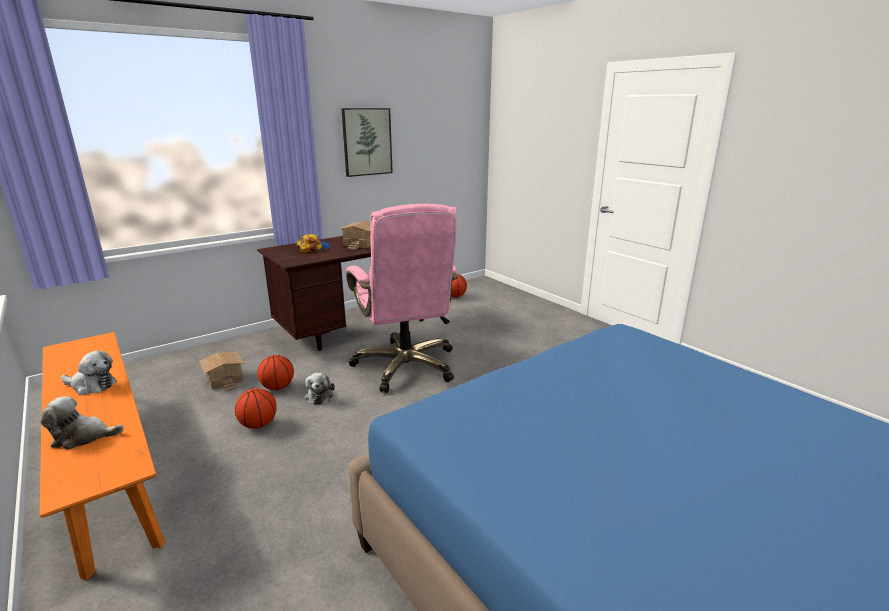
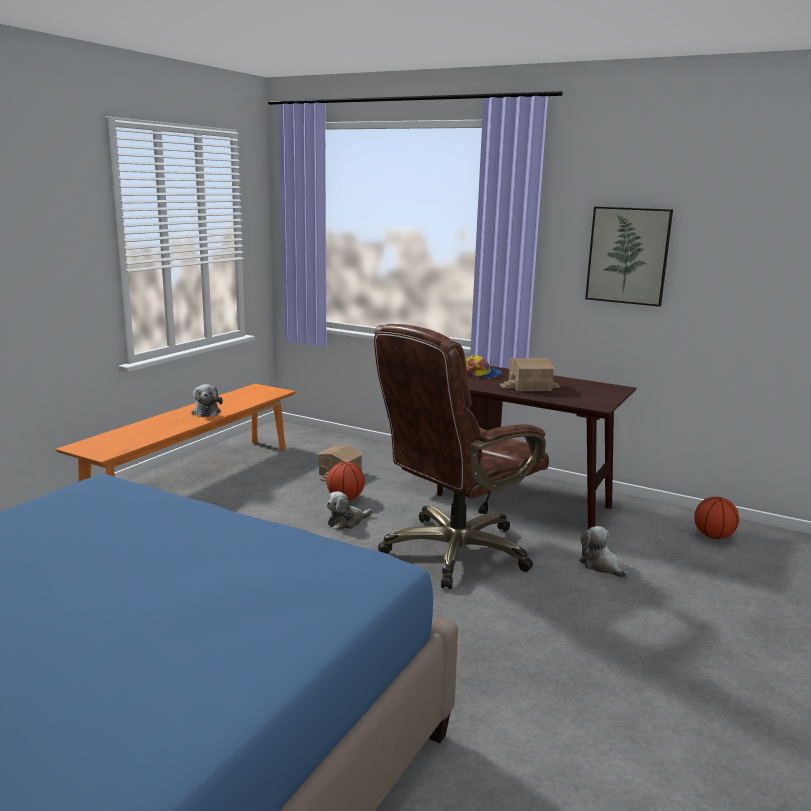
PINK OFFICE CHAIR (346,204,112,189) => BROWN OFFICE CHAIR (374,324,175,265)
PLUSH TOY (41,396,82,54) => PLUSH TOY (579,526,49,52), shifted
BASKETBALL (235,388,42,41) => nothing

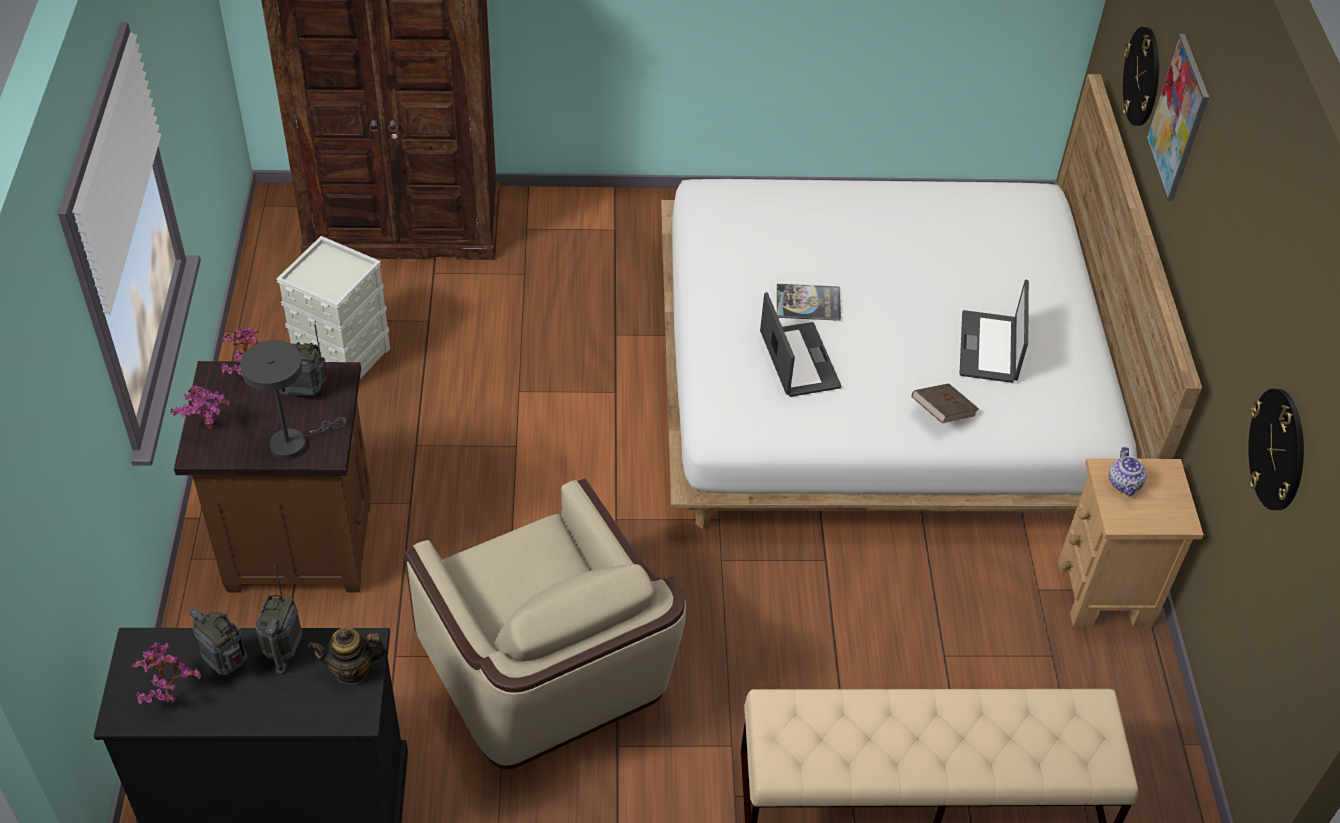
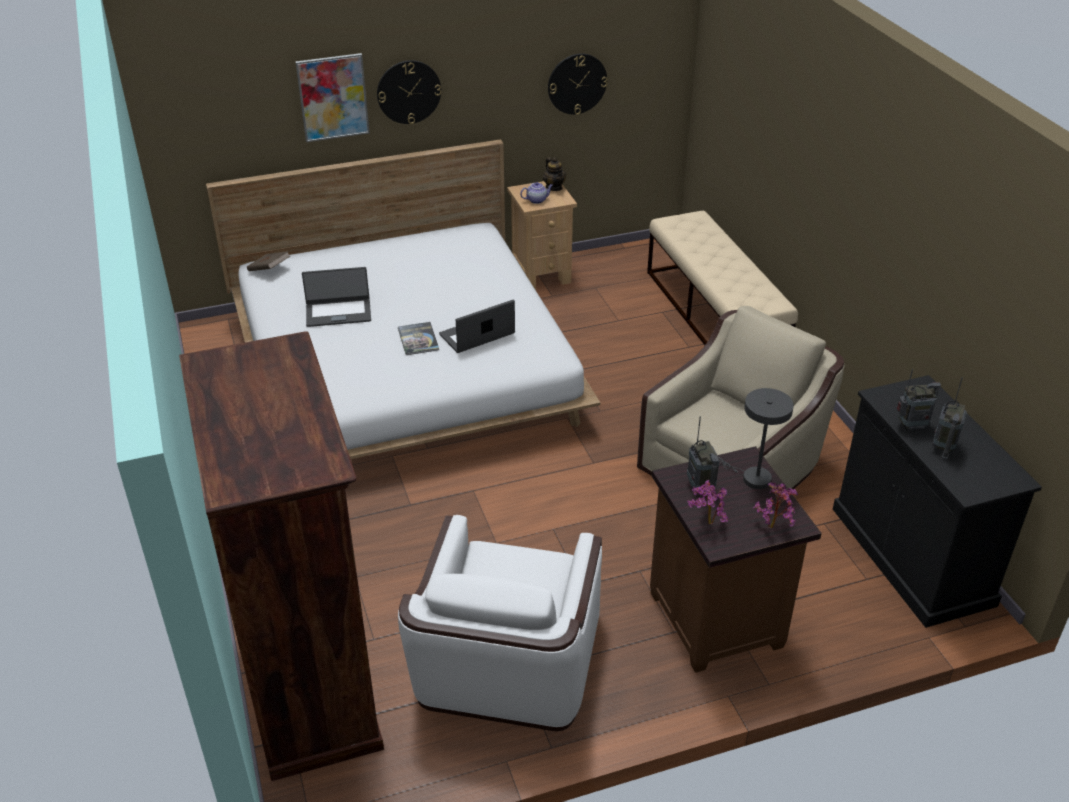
BROWN BOOK (912,383,67,40) => BROWN BOOK (247,251,43,20), shifted
LAPTOP (959,279,70,104) => LAPTOP (302,267,69,60), shifted
WALL CLOCK (1123,27,36,99) => WALL CLOCK (377,60,64,64), shifted
GREY STORAGE BOX (276,236,114,143) => WHITE ARMCHAIR (398,515,204,216)
TEAPOT (308,627,80,57) => TEAPOT (543,157,23,34), shifted
POTTED PLANT (132,643,69,61) => nothing

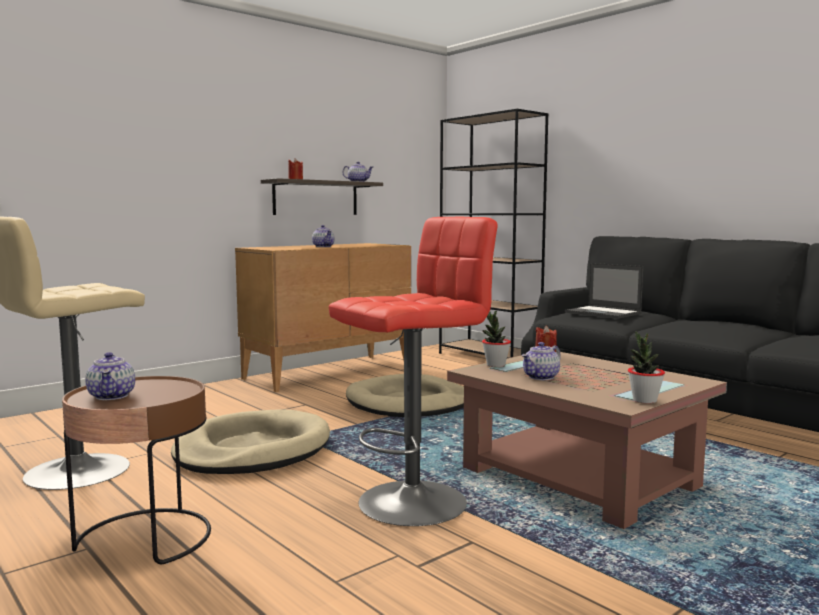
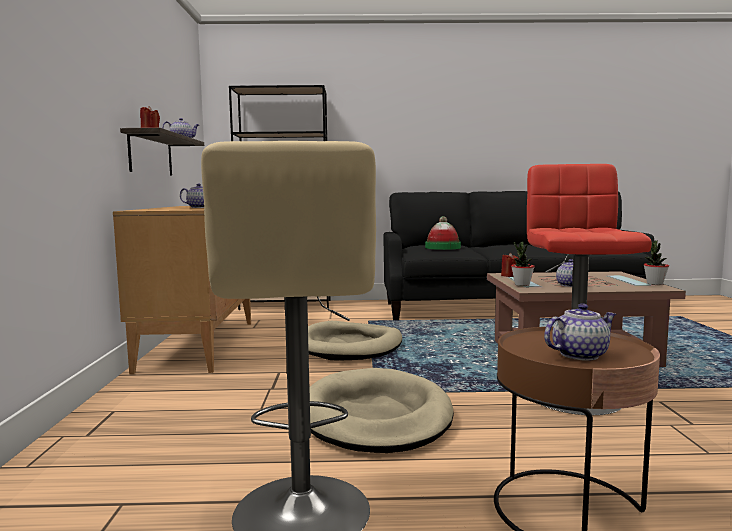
LAPTOP (565,263,78,56) => HAT (425,216,36,34)
TEAPOT (85,352,50,48) => TEAPOT (544,303,72,58), 45 degrees counterclockwise

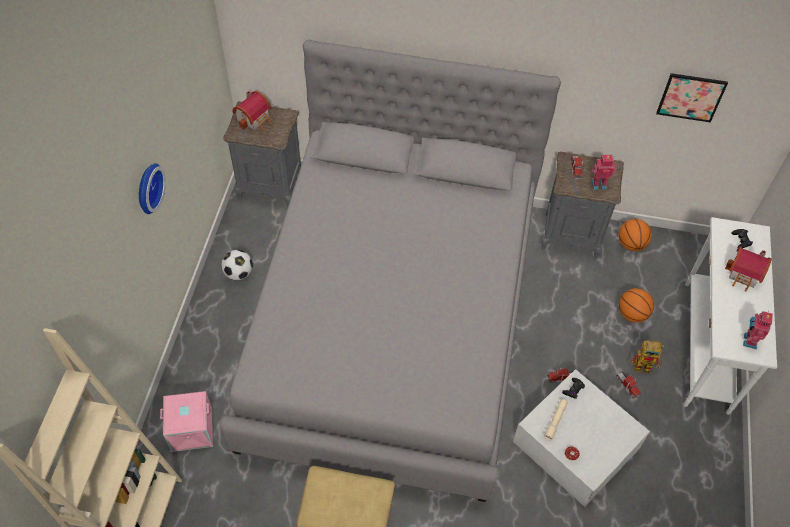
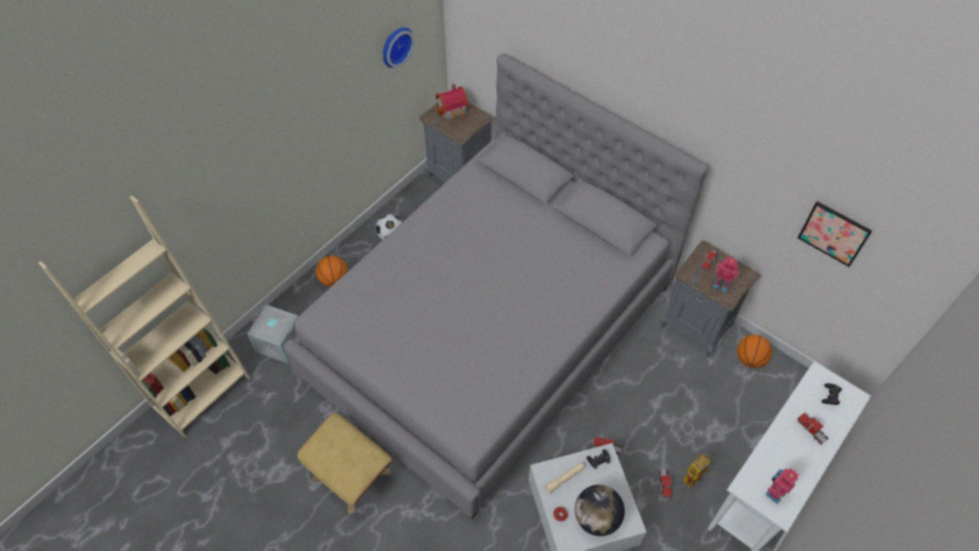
PINK STORAGE BOX (160,391,53,61) => GREY STORAGE BOX (247,304,52,60)
BASKETBALL (619,288,35,35) => BASKETBALL (316,256,32,31), shifted
WALL CLOCK (139,163,27,51) => WALL CLOCK (383,27,32,41), shifted
nothing => GLOBE (575,485,50,51)
TOY ROBOT (631,340,33,33) => TOY ROBOT (683,454,28,34), 75 degrees counterclockwise
TOY HOUSE (725,246,47,45) => TOY TRUCK (797,413,31,32)

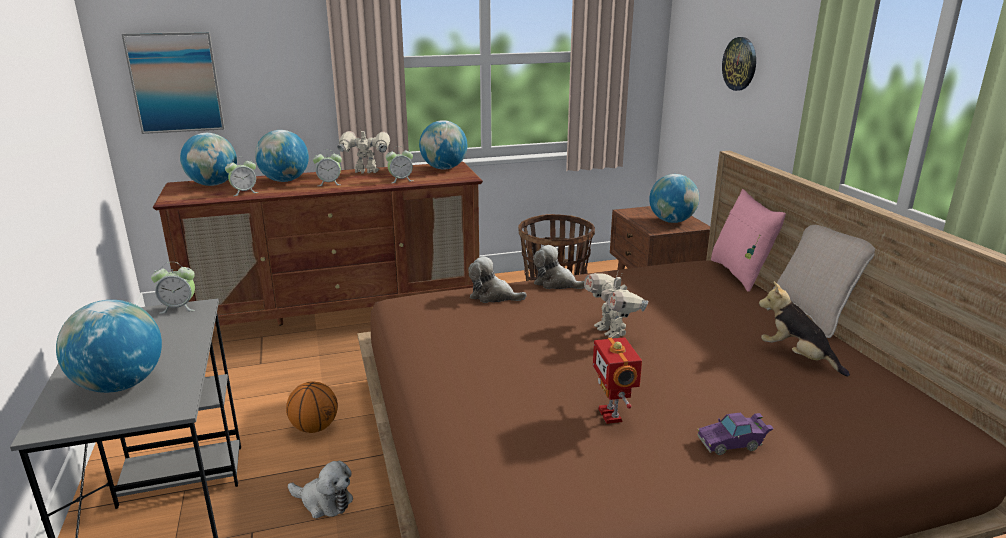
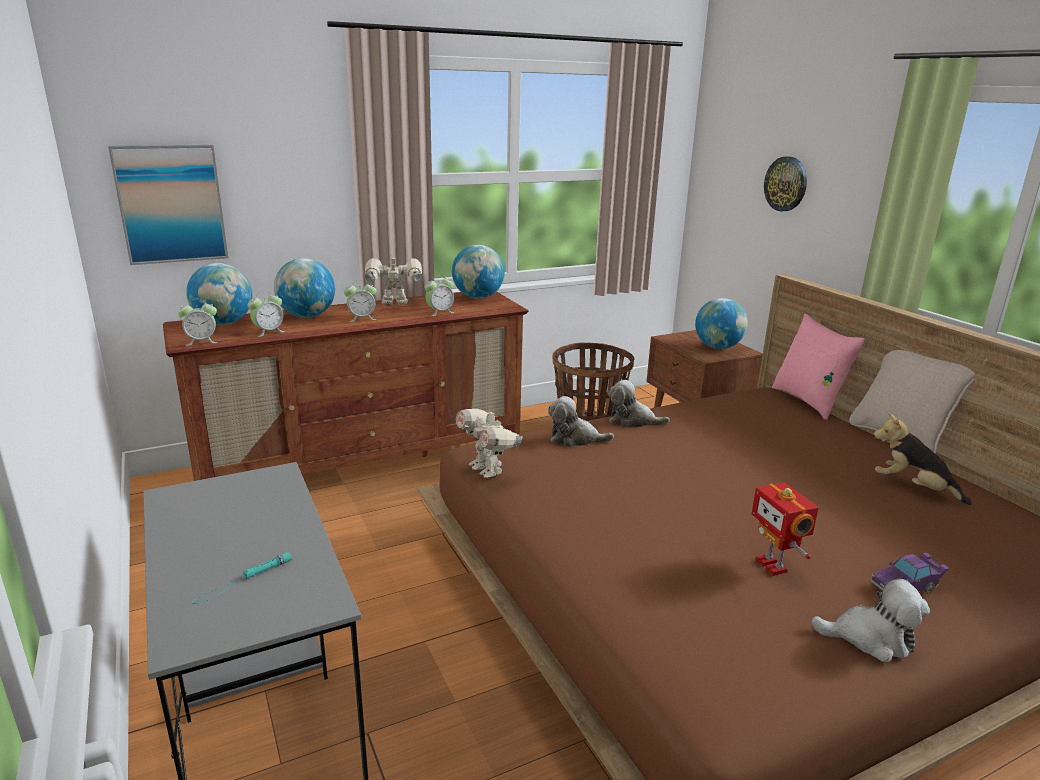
ALARM CLOCK (151,262,44,52) => ALARM CLOCK (178,299,40,47), shifted
GLOBE (56,300,106,93) => TURQUOISE FLASHLIGHT (192,552,100,52)
TOY ROBOT (584,270,64,68) => TOY ROBOT (456,405,67,73), shifted
PLUSH TOY (288,461,65,57) => PLUSH TOY (811,579,119,83), shifted
BASKETBALL (286,381,52,52) => nothing

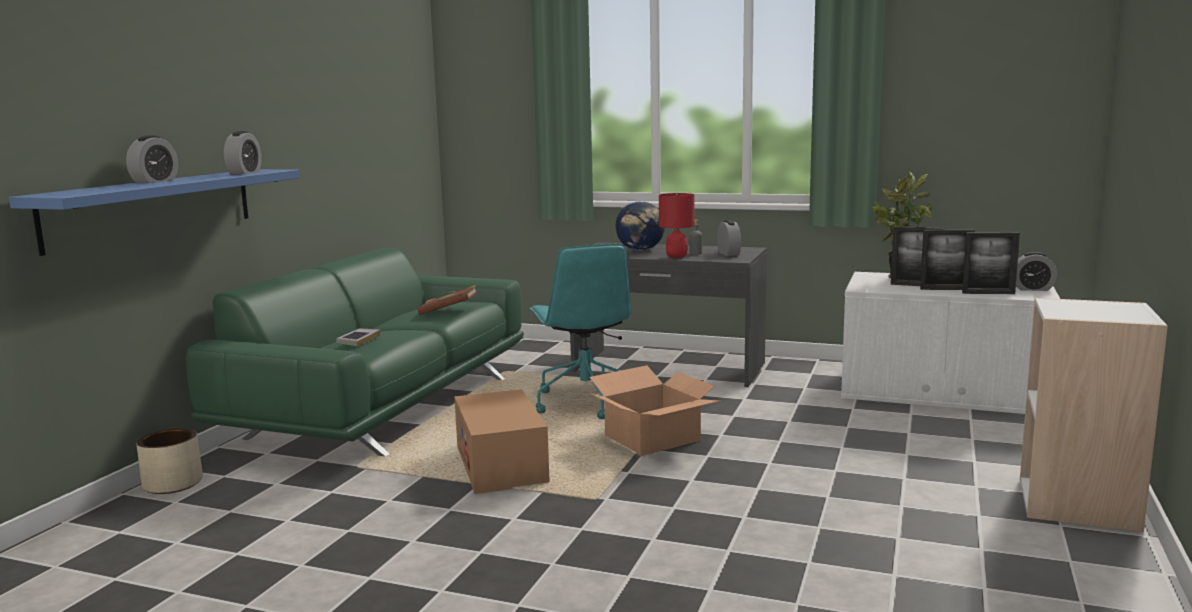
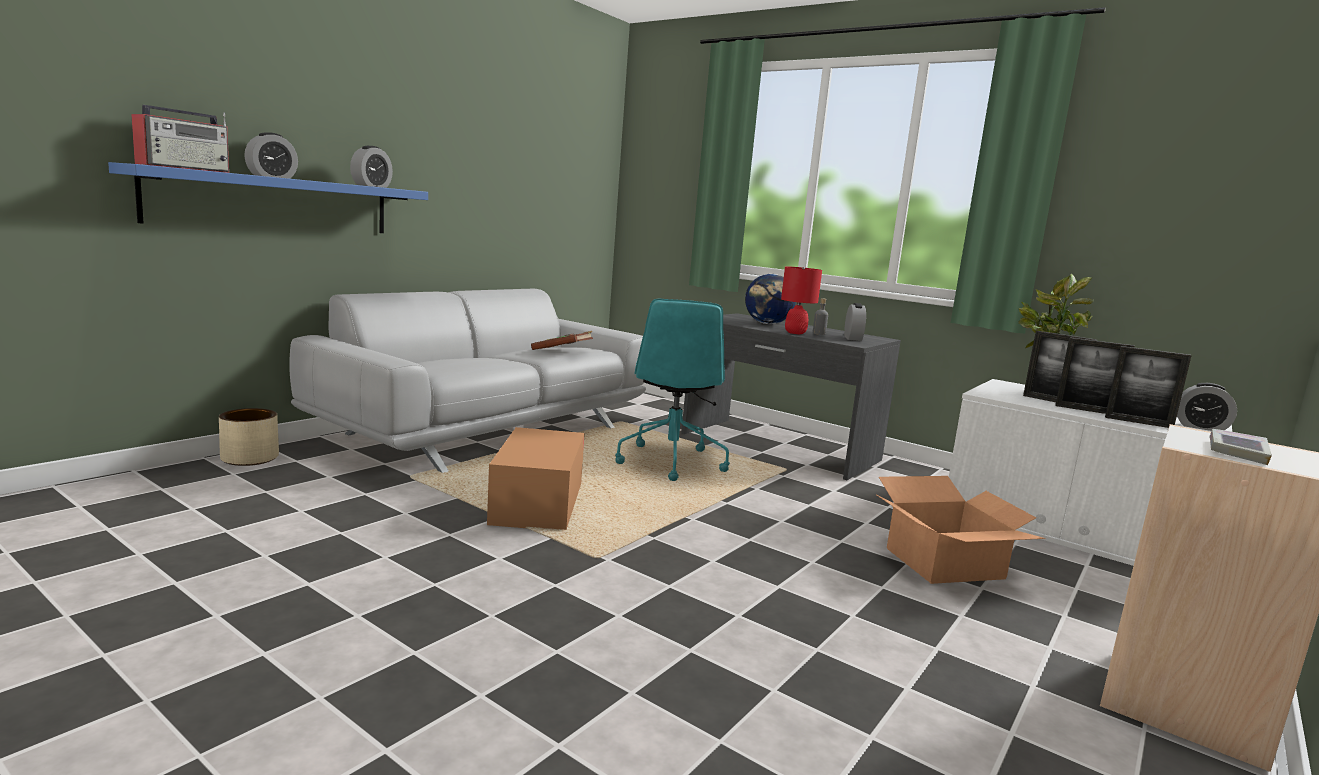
nothing => RADIO (131,105,98,68)
GREEN SOFA (186,247,338,210) => GREY SOFA (289,289,357,184)
CARDBOARD BOX (588,365,131,91) => CARDBOARD BOX (877,476,169,108), shifted
BOOK (336,329,44,17) => BOOK (1210,429,62,36), shifted

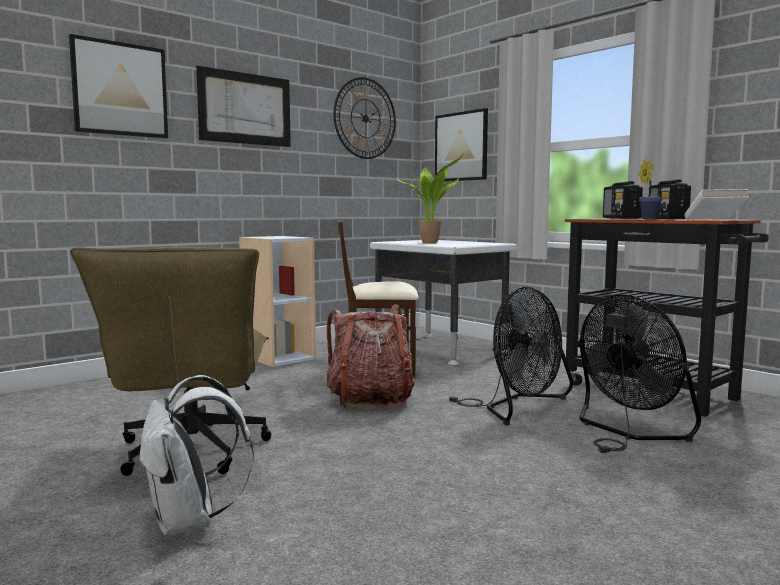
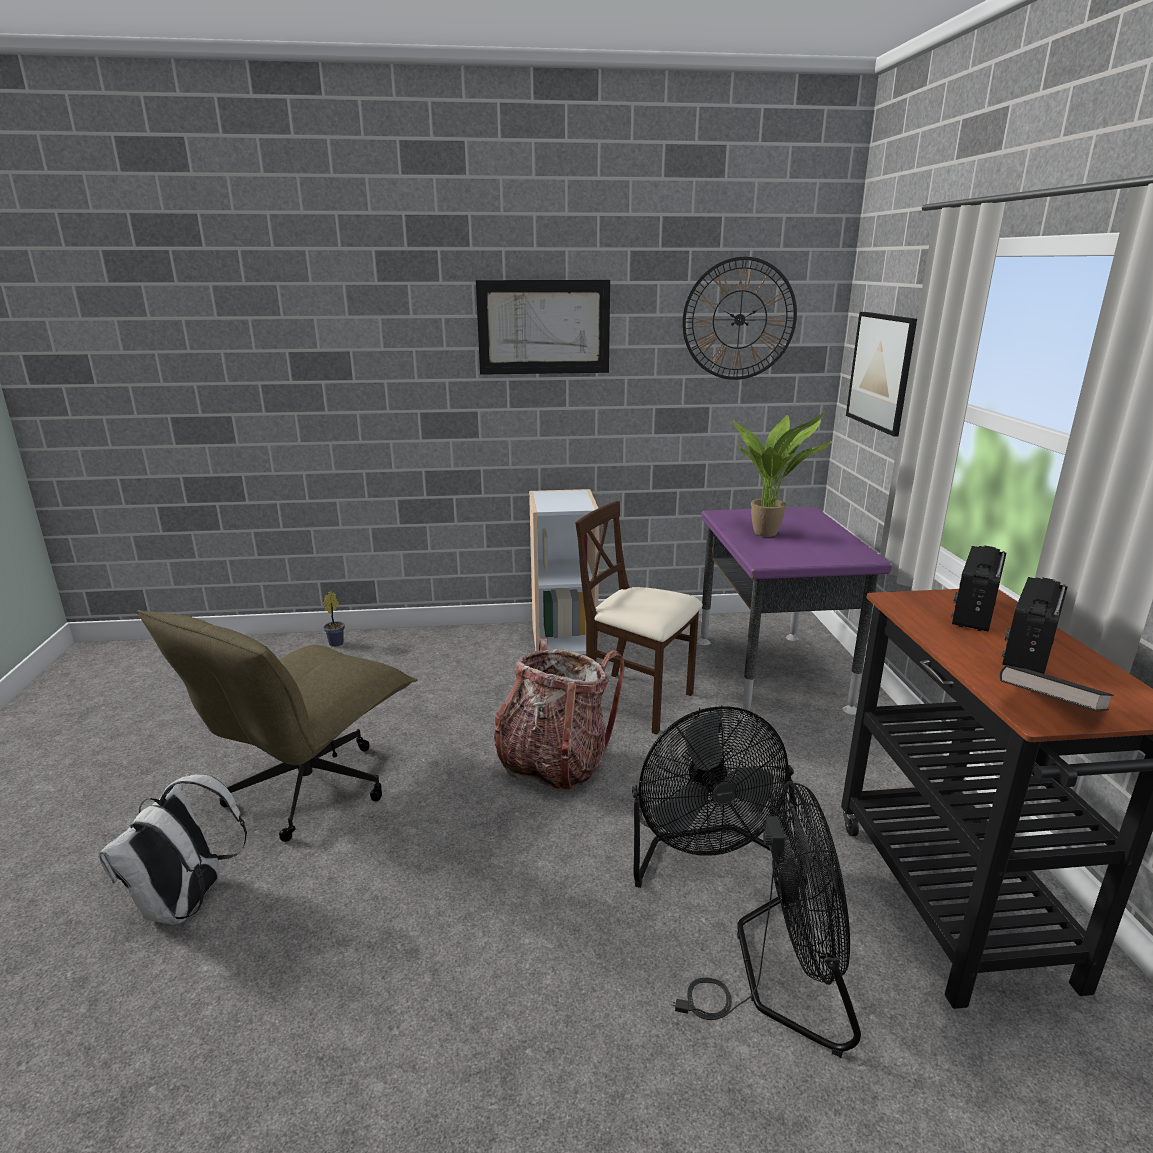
POTTED PLANT (639,159,24,60) => POTTED PLANT (323,591,22,56), shifted
WHITE DESK (370,240,147,125) => PURPLE DESK (697,507,195,214)
WHITE BOOK (685,189,64,31) => BLACK BOOK (1000,665,114,46)
PICTURE (69,34,99,104) => nothing

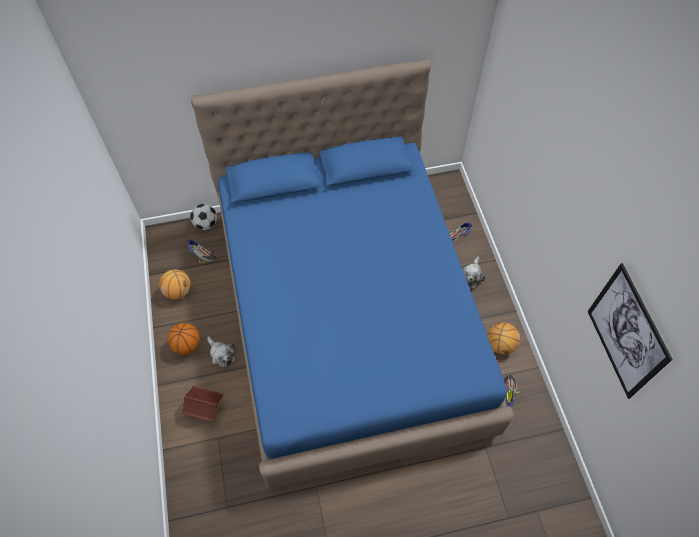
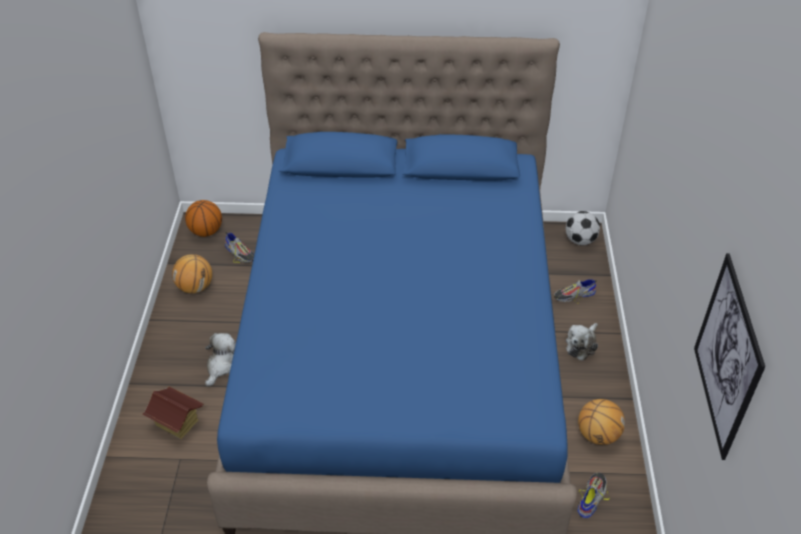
BASKETBALL (168,323,32,32) => BASKETBALL (185,200,37,37), shifted
PLUSH TOY (207,336,29,31) => PLUSH TOY (205,333,31,54), 135 degrees counterclockwise
FOOTBALL (190,204,27,26) => FOOTBALL (565,211,35,34), shifted

